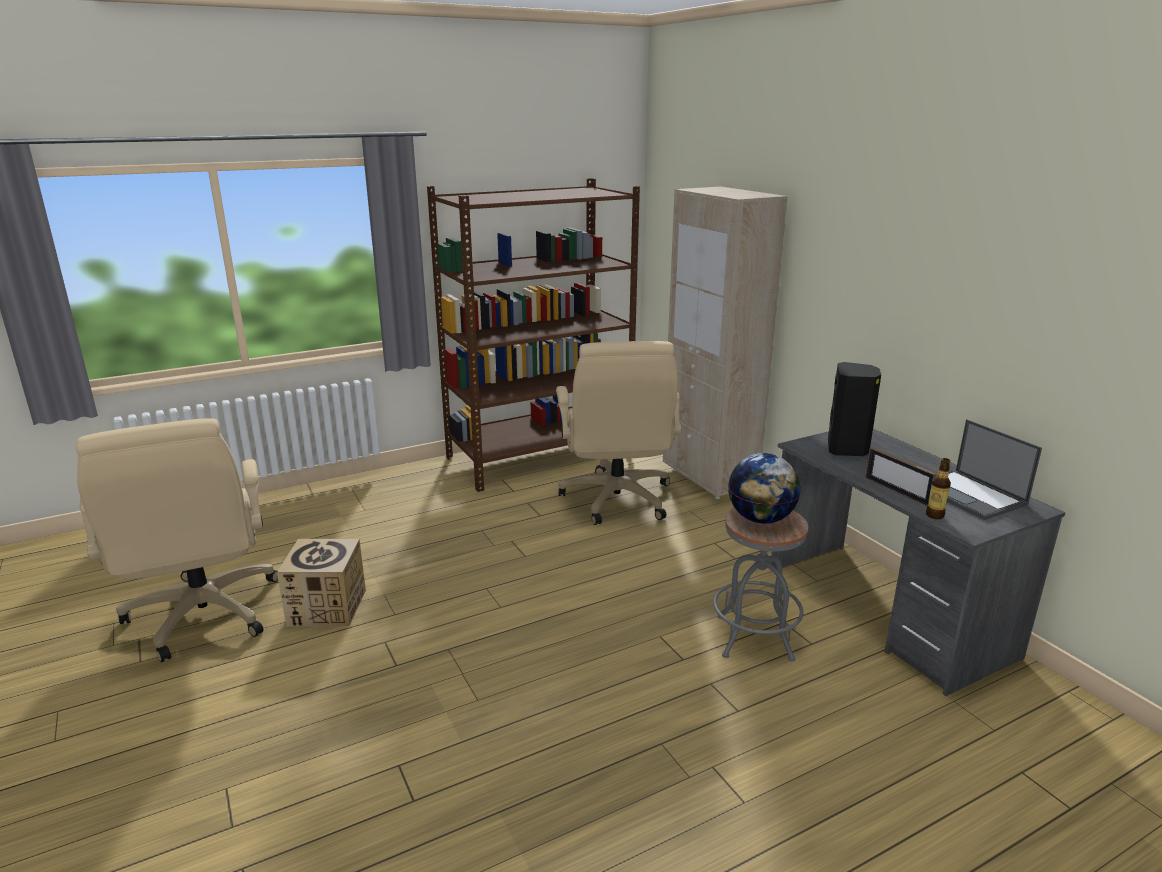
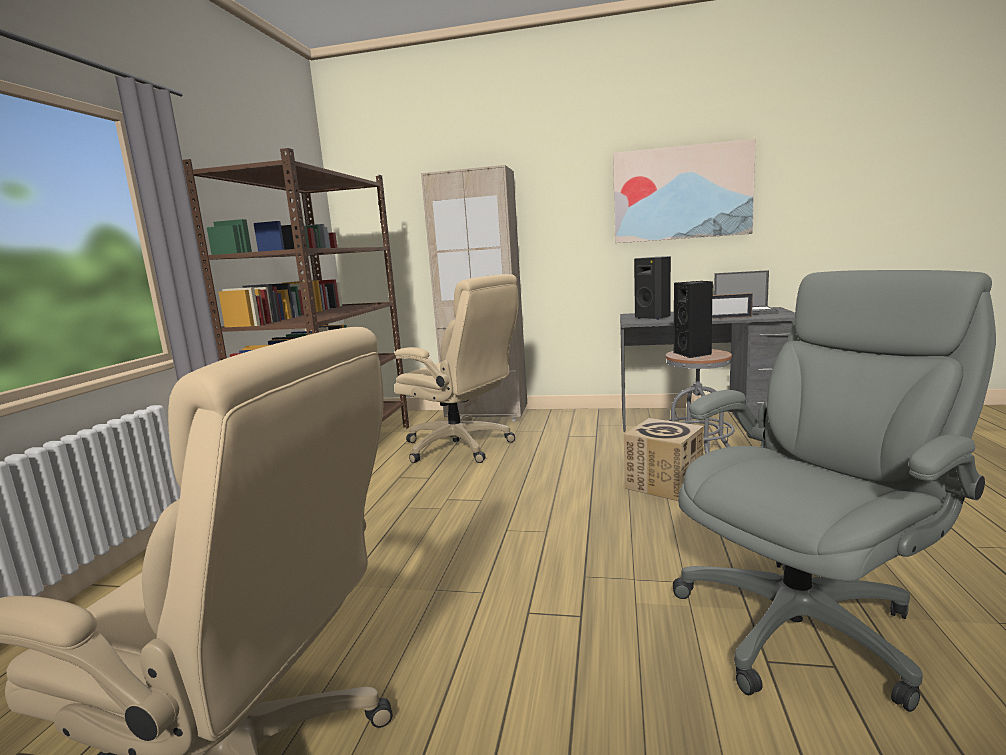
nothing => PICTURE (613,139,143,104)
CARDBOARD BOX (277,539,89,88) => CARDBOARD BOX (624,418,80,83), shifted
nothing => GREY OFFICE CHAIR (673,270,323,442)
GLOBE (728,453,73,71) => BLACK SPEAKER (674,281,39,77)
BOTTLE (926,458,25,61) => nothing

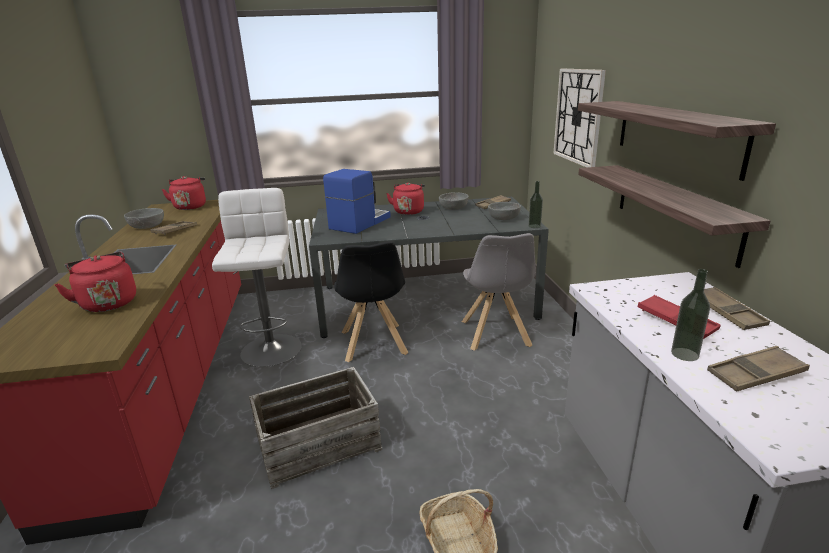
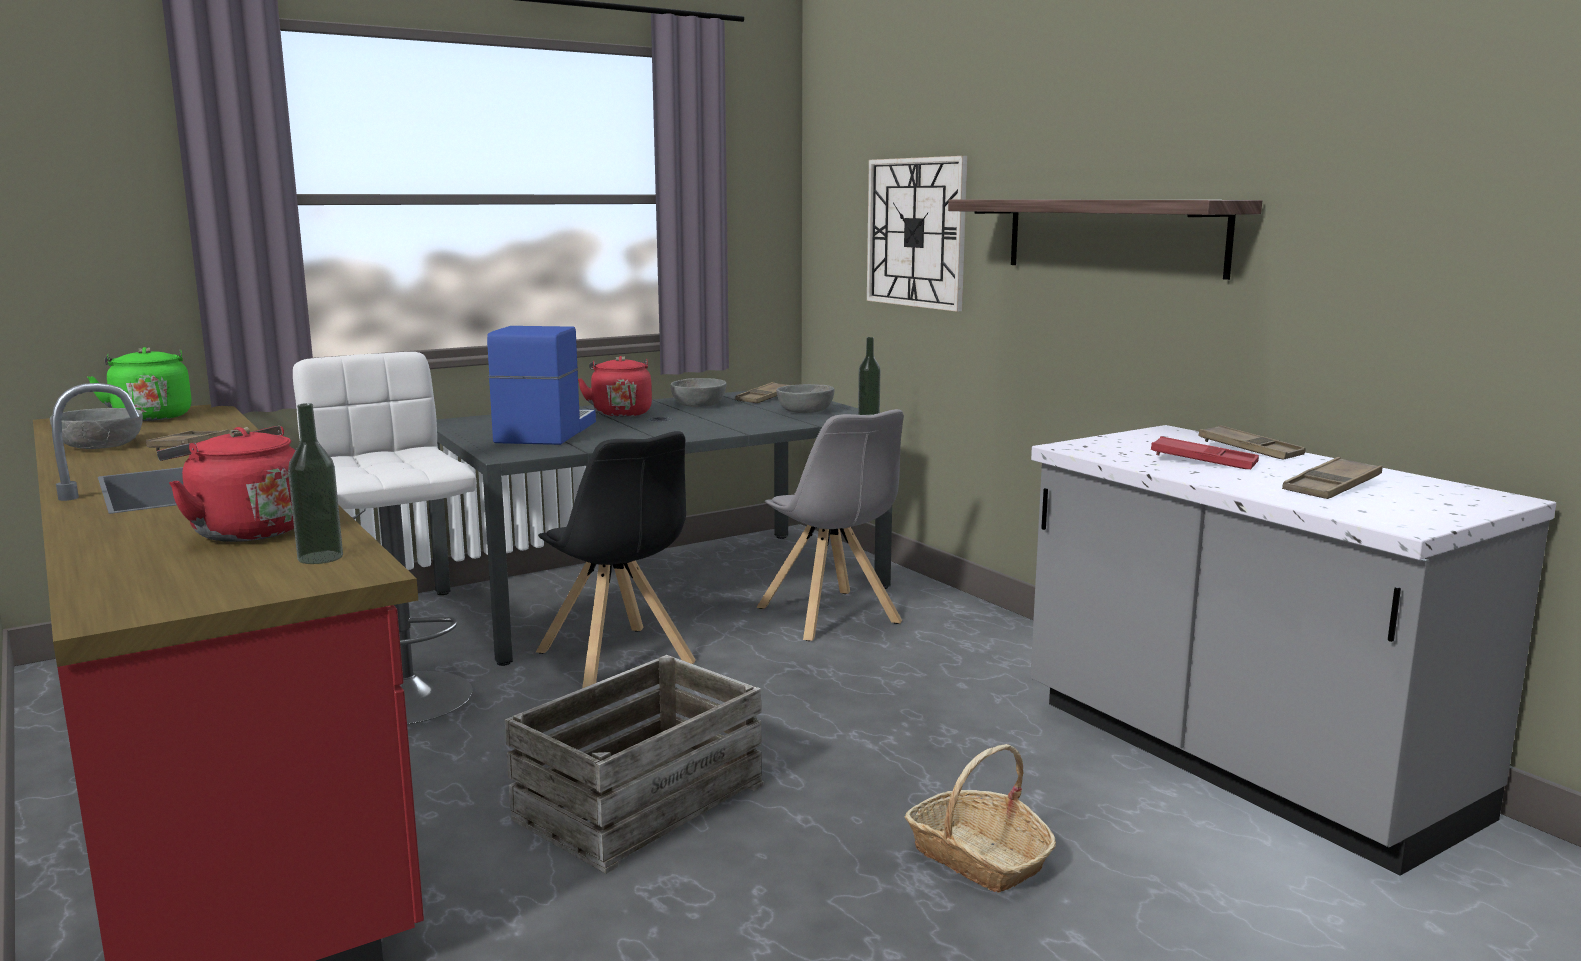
RED KETTLE (161,176,45,34) => GREEN KETTLE (87,347,105,74)
BOTTLE (671,269,39,92) => BOTTLE (288,403,55,161), shifted
SHELF (578,165,192,103) => nothing

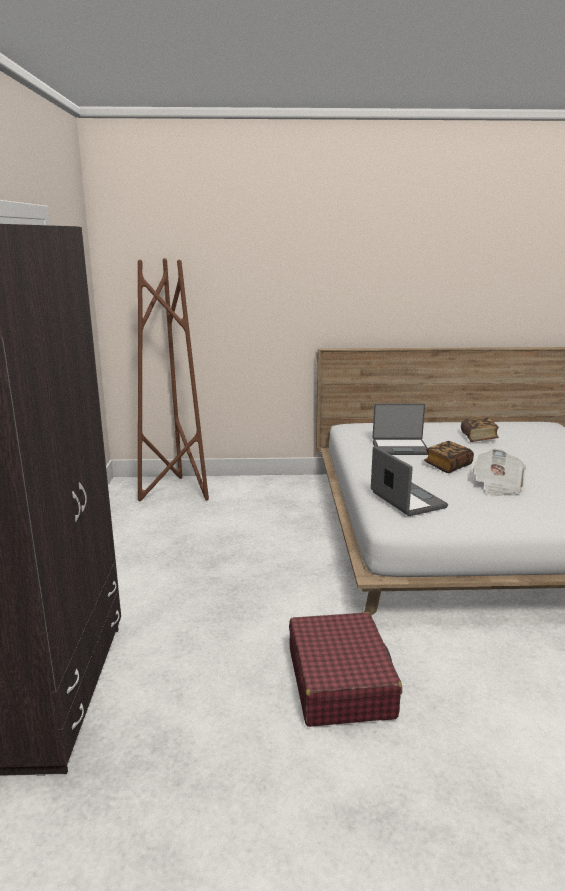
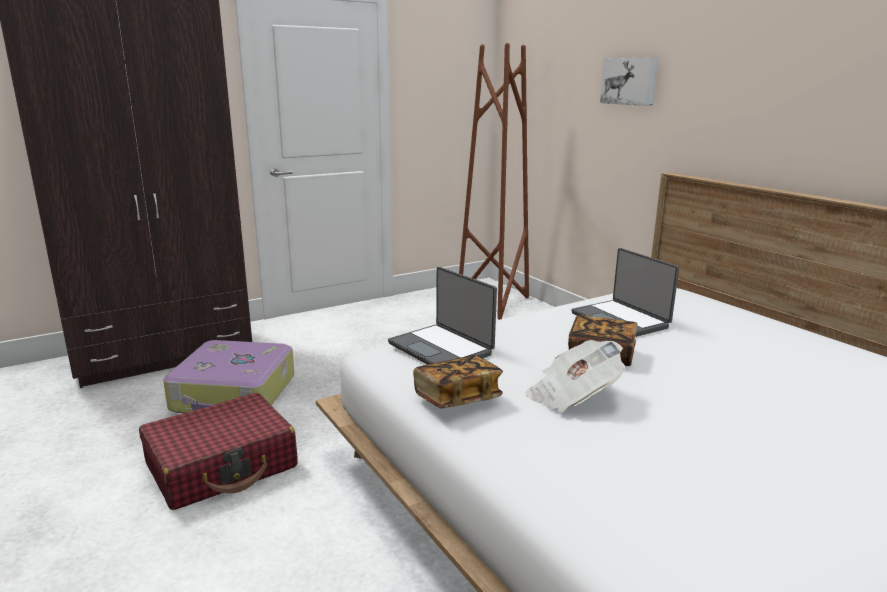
nothing => SUITCASE (163,340,131,73)
LAPTOP (371,446,77,70) => LAPTOP (388,267,109,97), 105 degrees clockwise
BOOK (461,417,38,25) => BOOK (413,355,90,53), shifted
nothing => PICTURE (600,57,58,49)

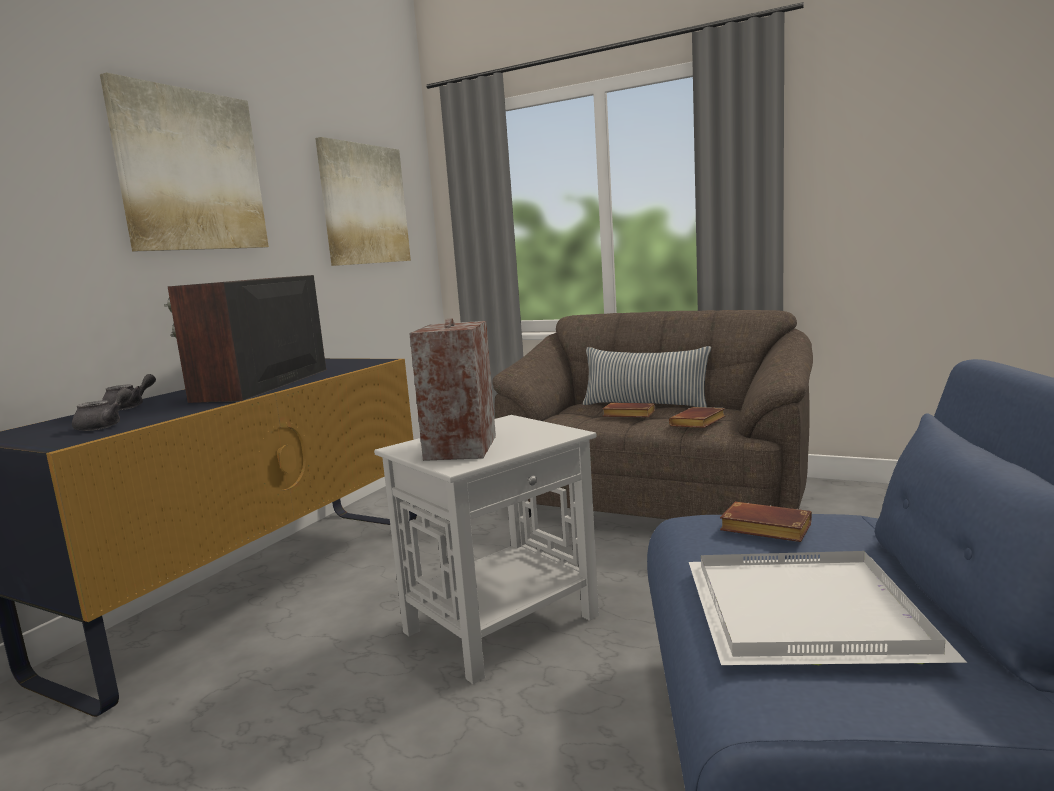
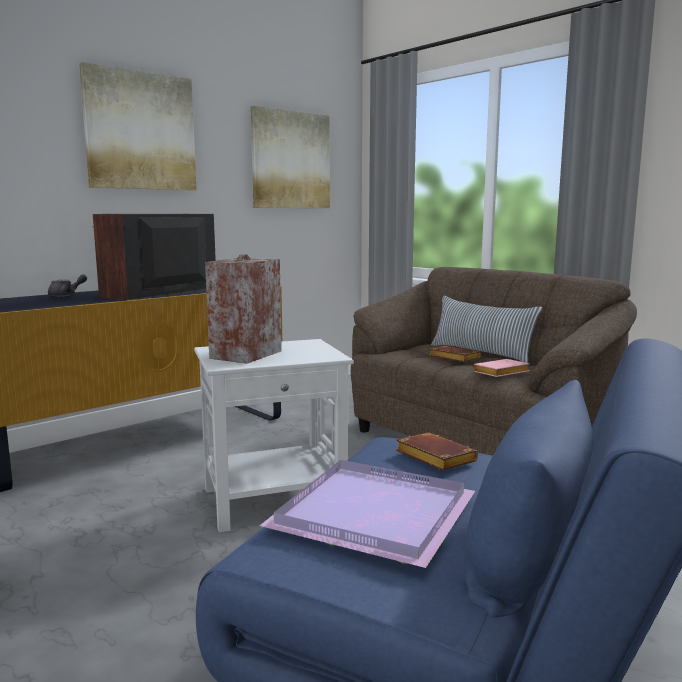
WHITE TRAY (689,551,278,114) => PURPLE TRAY (260,460,215,108)
BROWN BOOK (669,407,56,21) => PINK BOOK (473,359,57,18)
GREY TEAPOT (72,388,60,43) => nothing

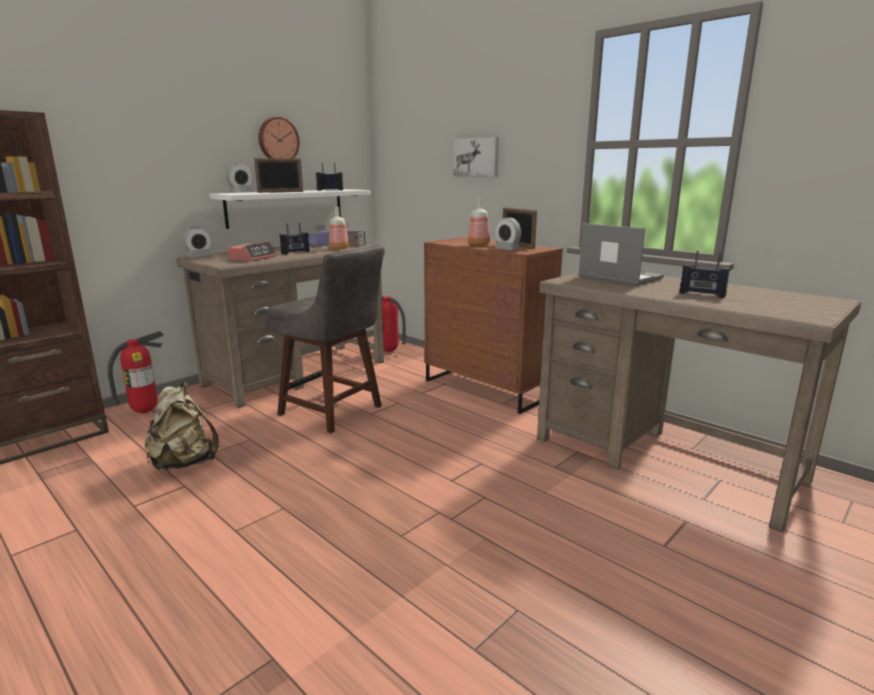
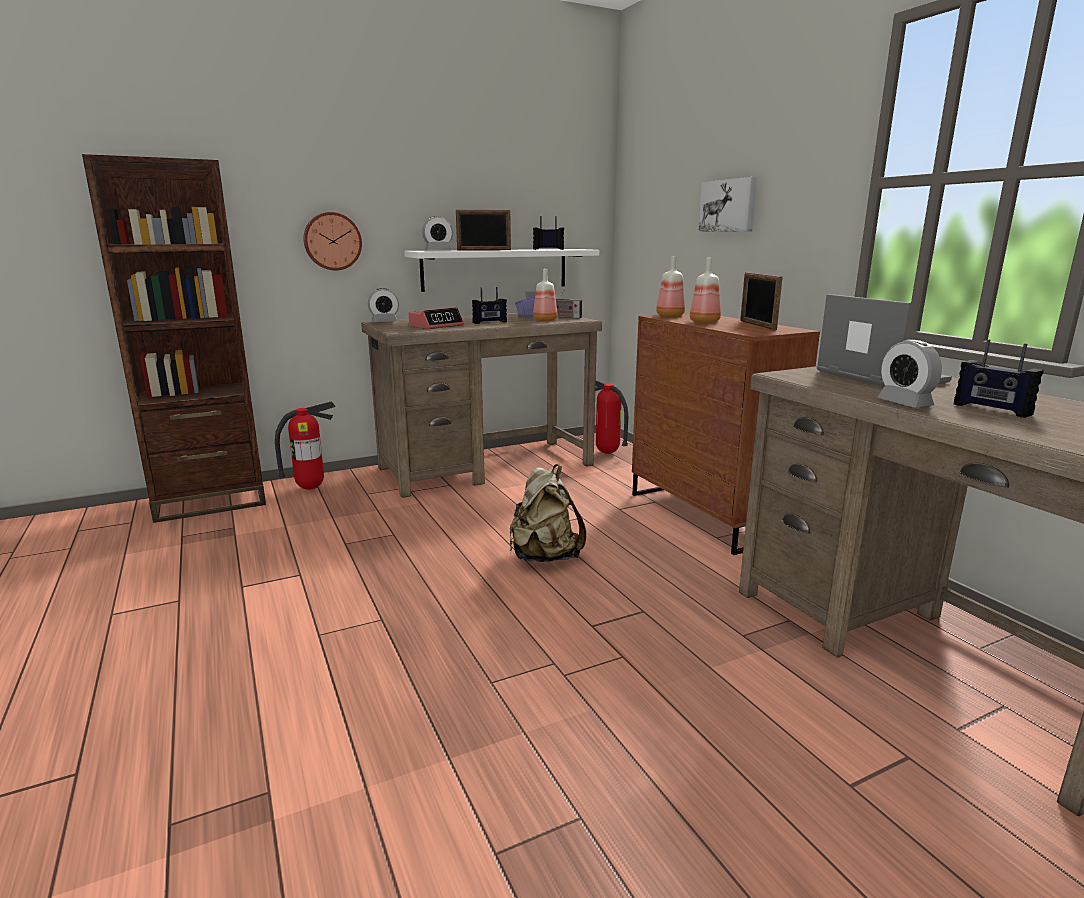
WALL CLOCK (258,117,42,41) => WALL CLOCK (303,212,59,58), shifted
BEIGE BACKPACK (145,382,74,88) => BEIGE BACKPACK (510,464,76,98), shifted
nothing => BOTTLE (656,256,29,61)
ALARM CLOCK (495,217,26,33) => ALARM CLOCK (877,340,65,67), shifted
GREY STOOL (265,246,119,187) => nothing

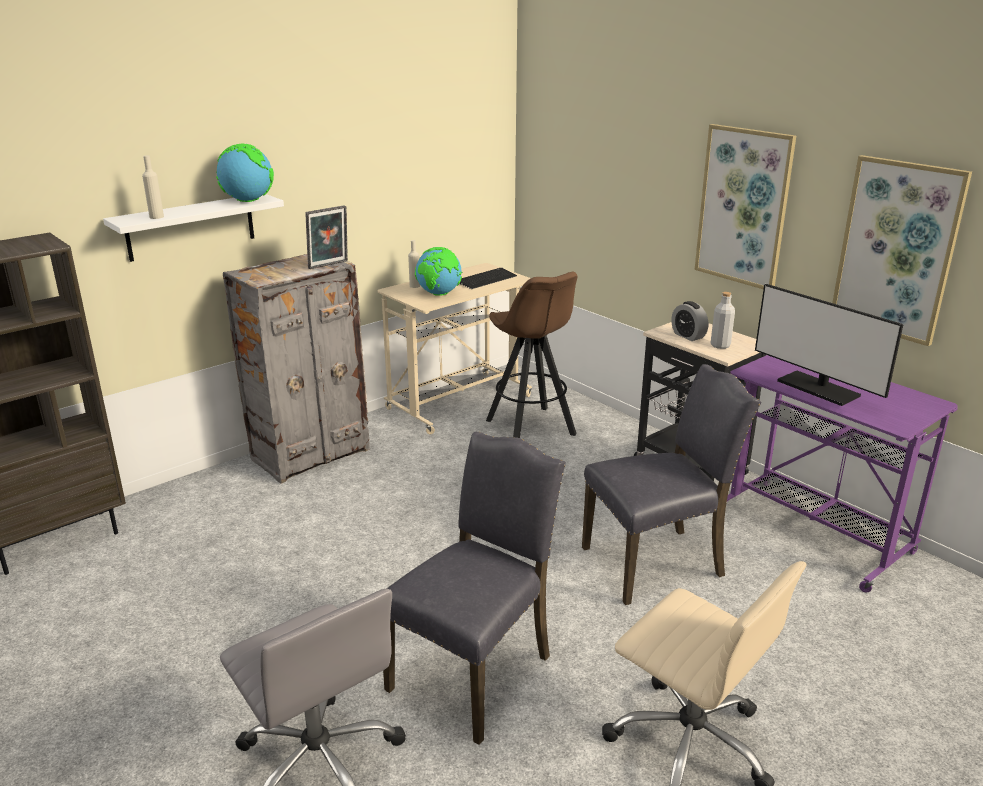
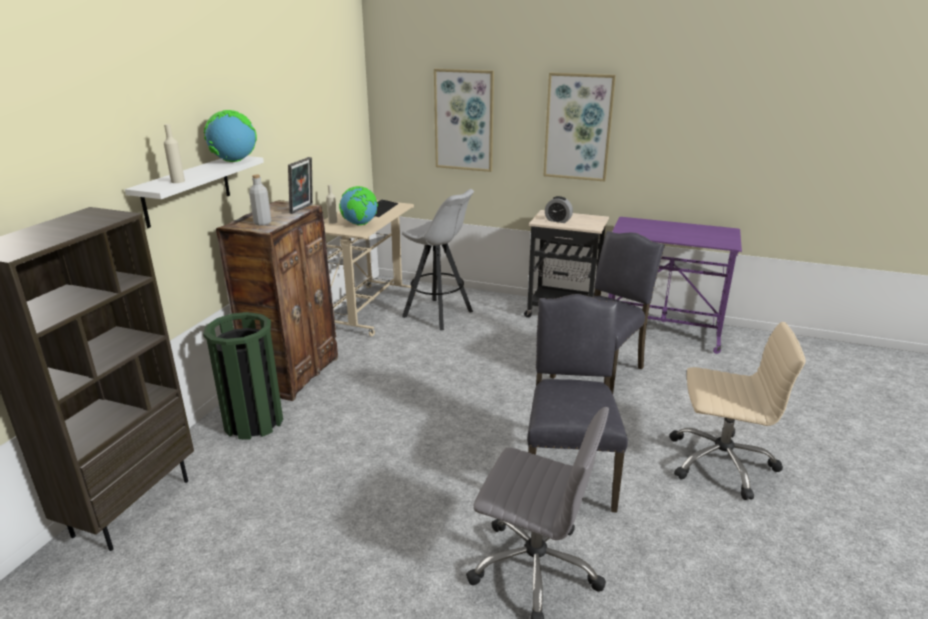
nothing => GREEN TRASH CAN (203,312,80,128)
GREY CABINET (223,254,147,230) => BROWN CABINET (216,200,122,201)
GREY BOTTLE (711,292,24,57) => GREY BOTTLE (249,175,22,50), shifted
BROWN STOOL (486,272,92,166) => GREY STOOL (402,189,72,141)
PICTURE (832,155,140,191) => PICTURE (434,69,60,103), shifted
MONITOR (755,284,149,122) => nothing

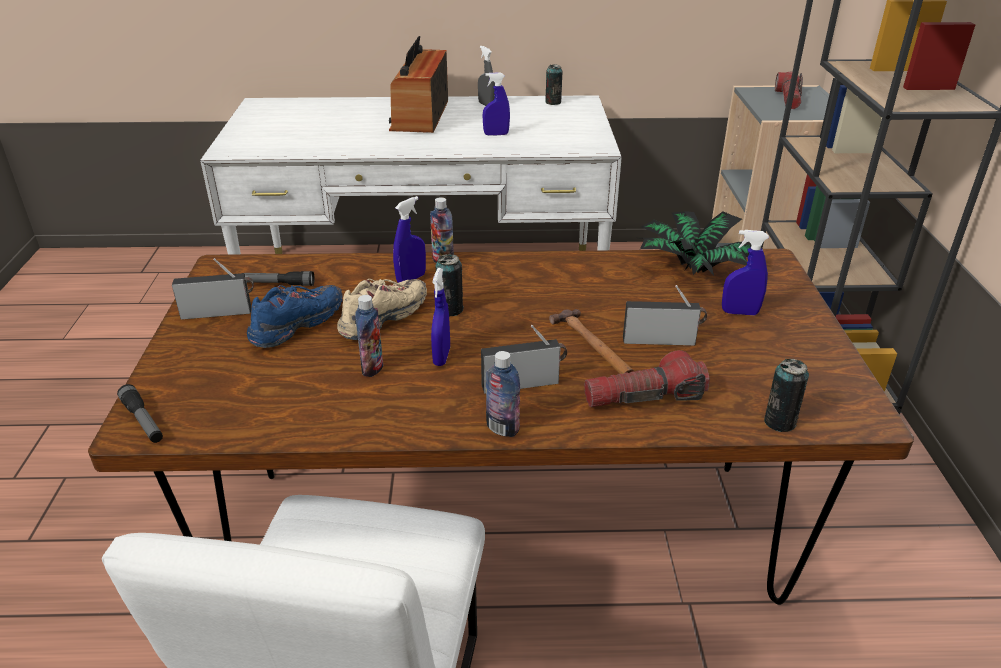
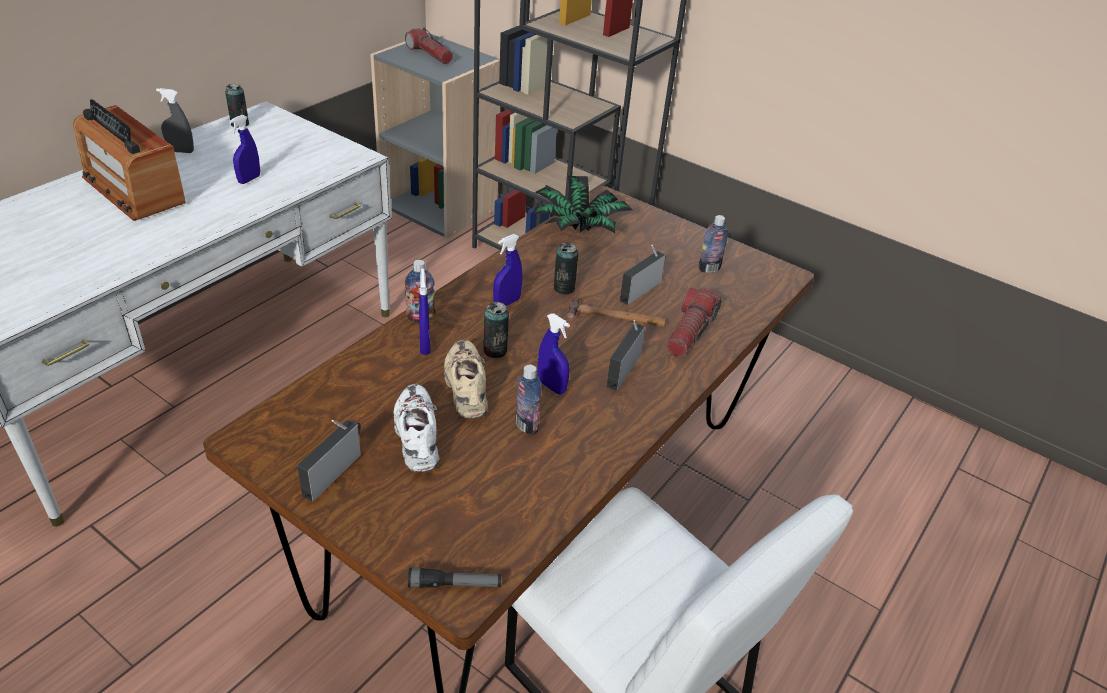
BLUE SHOE (247,285,96,63) => WHITE SHOE (393,384,46,88)
BLUE SPRAY BOTTLE (722,230,47,85) => BLUE SPRAY BOTTLE (493,234,29,72), shifted
CAN (764,359,45,73) => CAN (554,242,24,53), shifted
BOTTLE (486,351,34,86) => BOTTLE (698,215,31,58), shifted
FLASHLIGHT (245,271,70,15) => nothing

